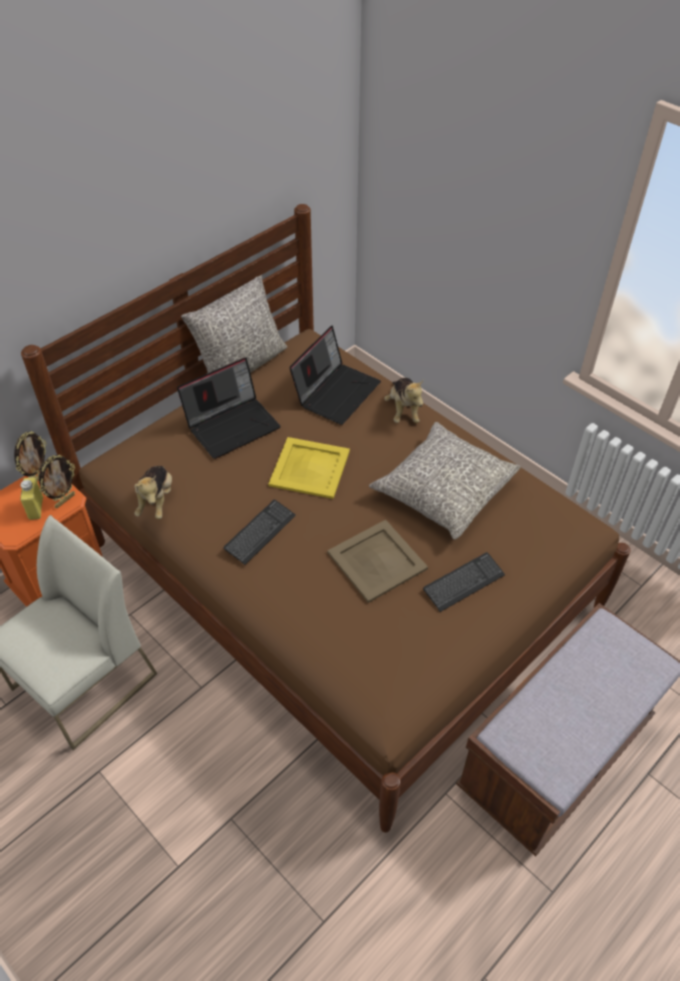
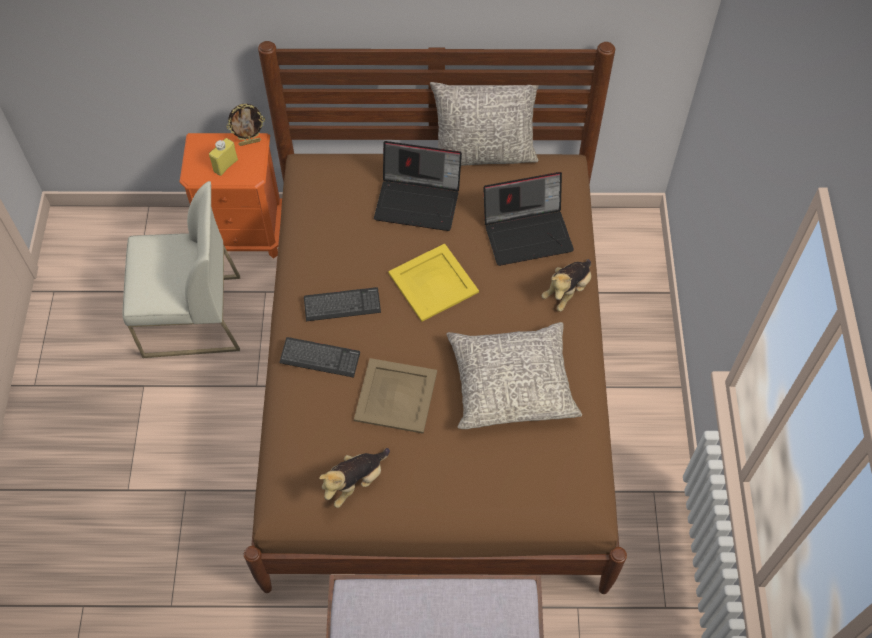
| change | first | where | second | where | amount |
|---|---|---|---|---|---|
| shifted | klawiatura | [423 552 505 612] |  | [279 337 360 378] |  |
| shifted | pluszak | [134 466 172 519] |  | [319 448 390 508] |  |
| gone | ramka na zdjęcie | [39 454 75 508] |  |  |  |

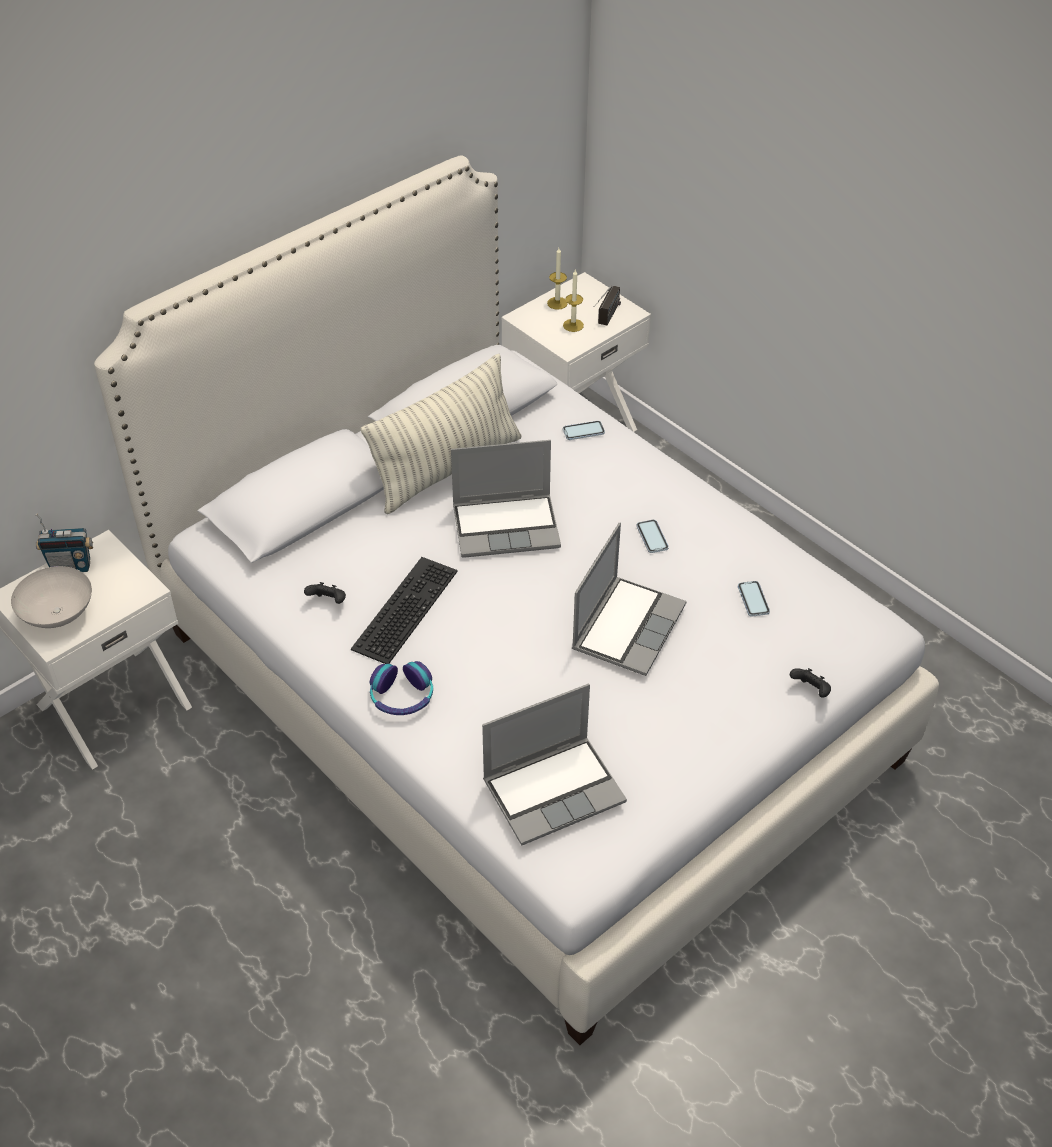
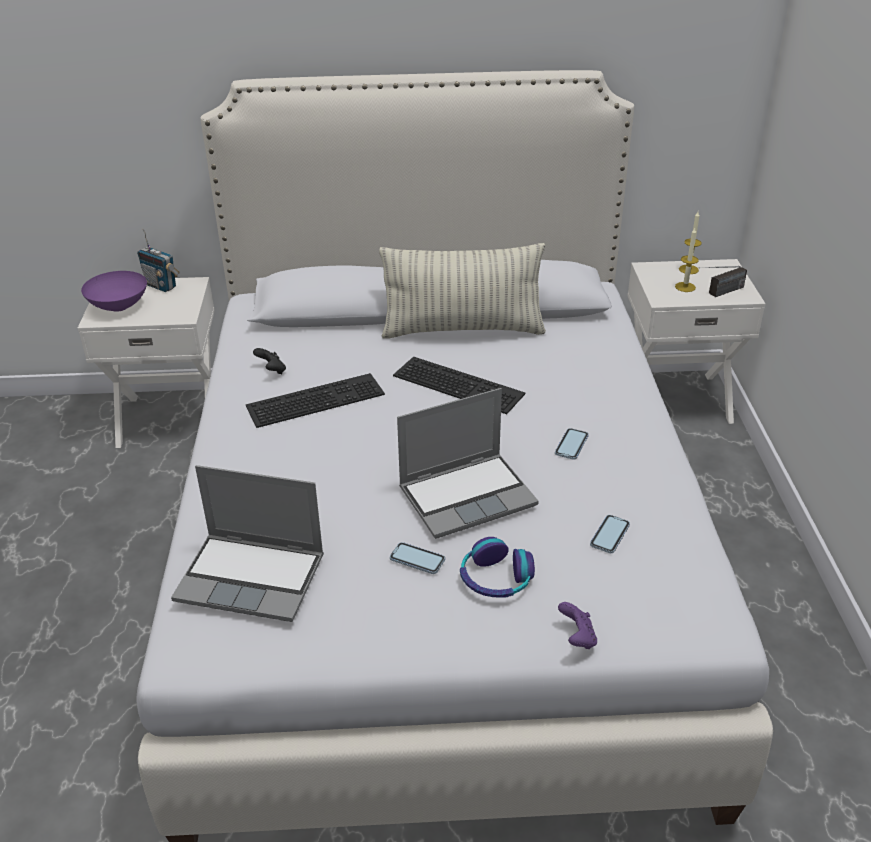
| change | first | where | second | where | amount |
|---|---|---|---|---|---|
| repainted | miska [biały] | [11 566 92 628] | miska [fioletowy] | [81 271 147 312] |  |
| shifted | telefon | [563 421 605 440] |  | [390 542 445 574] |  |
| swapped | laptop | [451 440 561 557] | klawiatura | [393 357 525 414] |  |
| shifted | słuchawki | [370 661 433 715] |  | [460 537 535 598] |  |
| repainted | pad do gier [czarny] | [790 668 831 697] | pad do gier [fioletowy] | [558 602 597 649] |  |

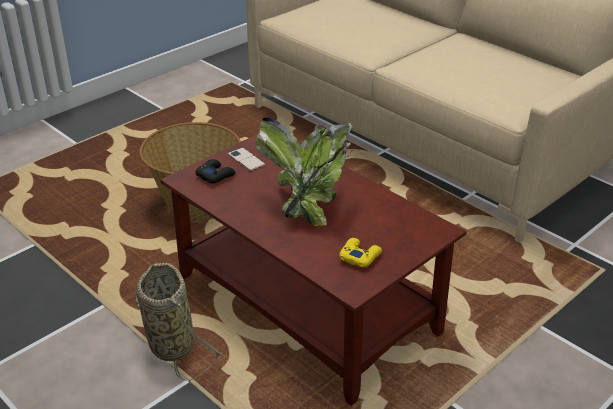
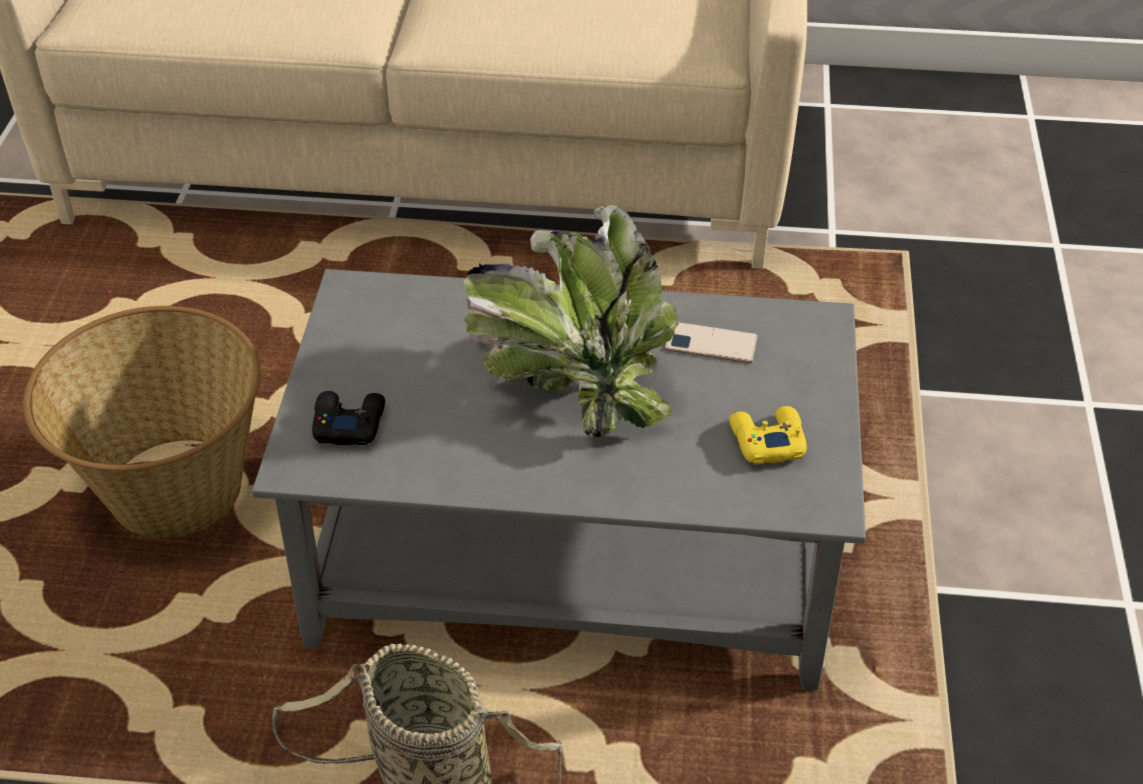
| change | first | where | second | where | amount |
|---|---|---|---|---|---|
| repainted | ława [brązowy] | [160 133 467 406] | ława [szary] | [252 269 866 691] |  |
| shifted | telefon | [228 147 265 171] |  | [664 322 757 363] |  |

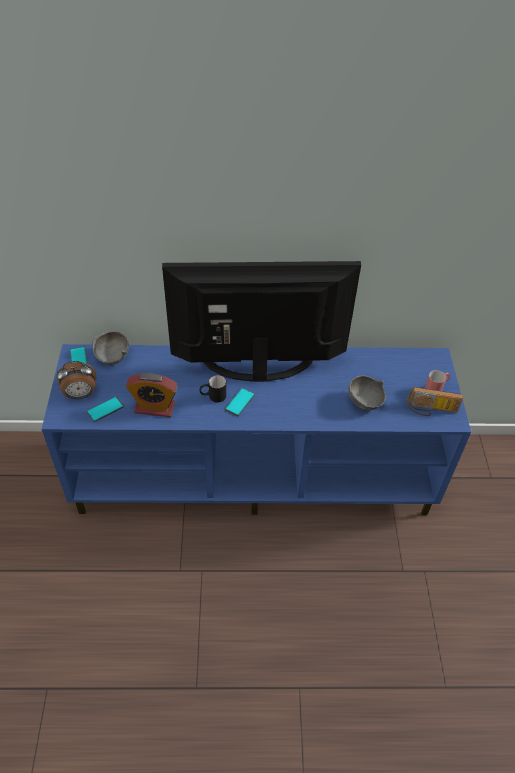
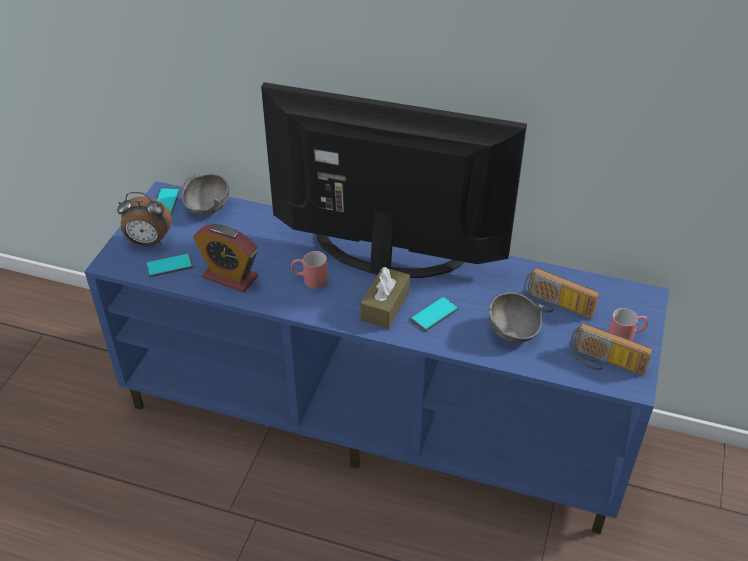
| change | first | where | second | where | amount |
|---|---|---|---|---|---|
| repainted | kubek [czarny] | [200 375 226 403] | kubek [czerwony] | [291 251 328 289] |  |
| new |  |  | pudełko chusteczek [brązowy] | [360 267 410 329] |  |
| shifted | telefon | [225 388 255 416] |  | [410 296 458 332] |  |
| new |  |  | radio | [524 268 599 318] |  |

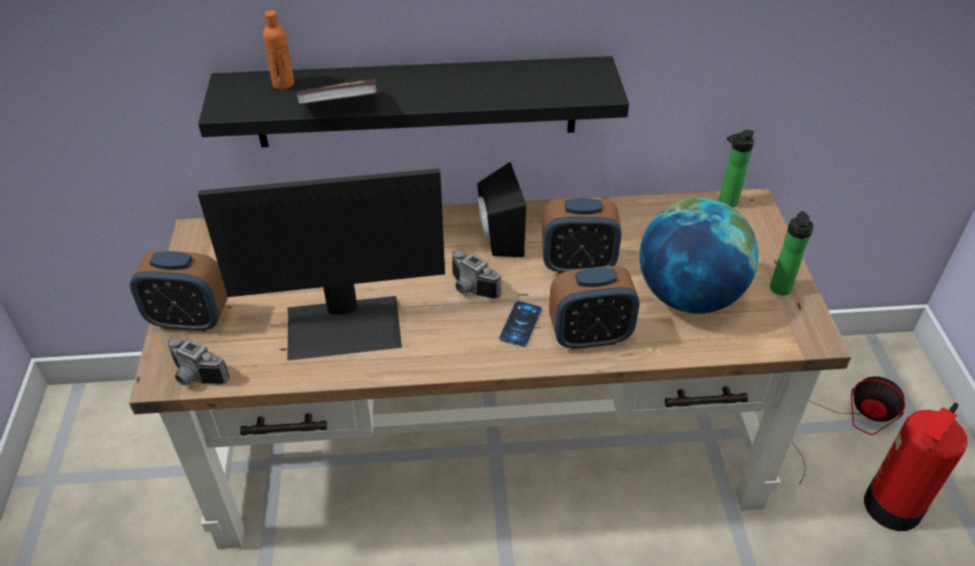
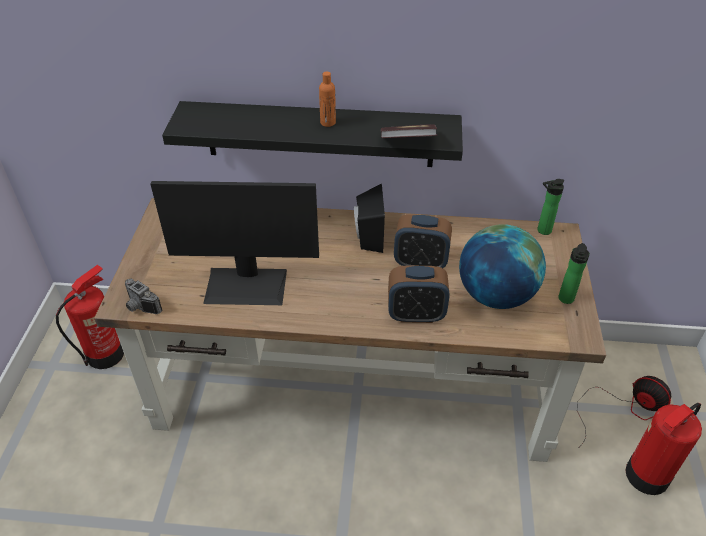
| change | first | where | second | where | amount |
|---|---|---|---|---|---|
| new |  |  | gaśnica | [56 265 124 369] |  |
| shifted | butelka [pomarańczowy] | [263 10 294 89] |  | [319 71 336 127] |  |
| shifted | książka | [296 79 378 105] |  | [381 124 437 138] |  |
| gone | budzik | [130 250 228 331] |  |  |  |
| gone | aparat fotograficzny | [452 250 501 299] |  |  |  |
| gone | telefon | [499 301 542 347] |  |  |  |

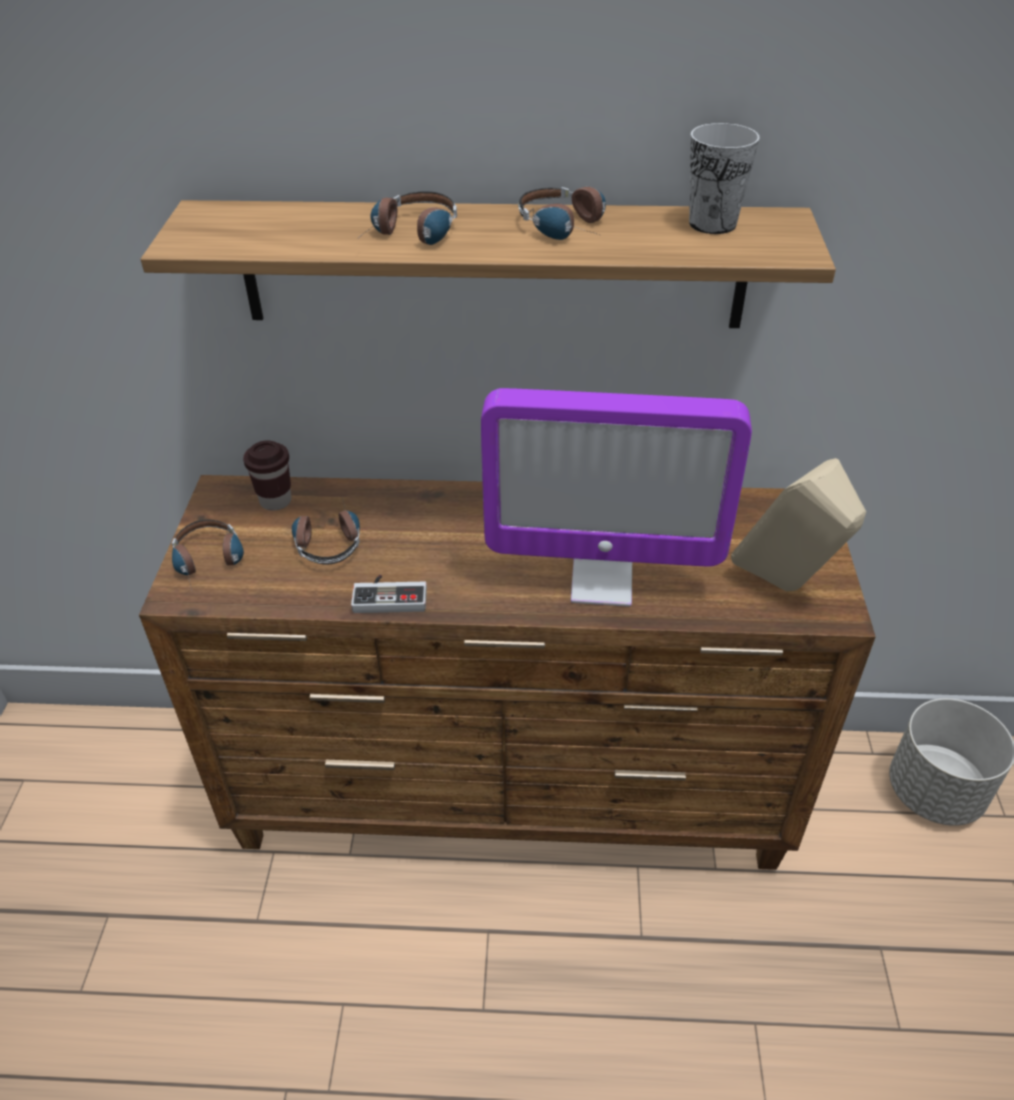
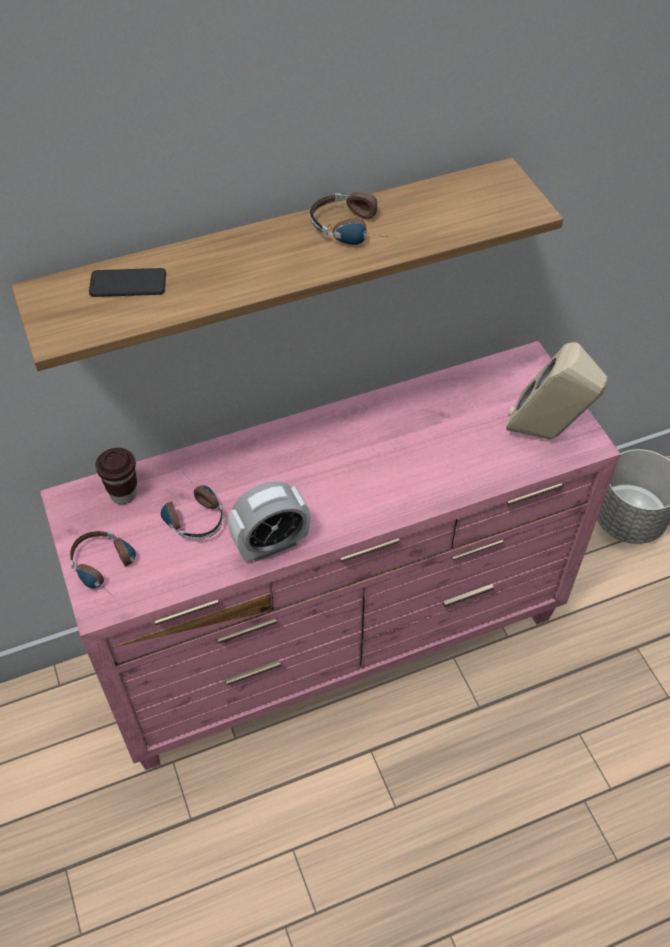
| change | first | where | second | where | amount |
|---|---|---|---|---|---|
| repainted | komoda [brązowy] | [139 475 876 870] | komoda [różowy] | [40 341 621 770] |  |
| new |  |  | telefon | [89 268 166 297] |  |
| swapped | pad do gier | [351 575 427 613] | budzik | [228 481 310 562] |  |
| gone | słuchawki | [357 191 457 245] |  |  |  |
| gone | monitor | [481 388 752 607] |  |  |  |
| gone | filiżanka | [689 123 760 234] |  |  |  |

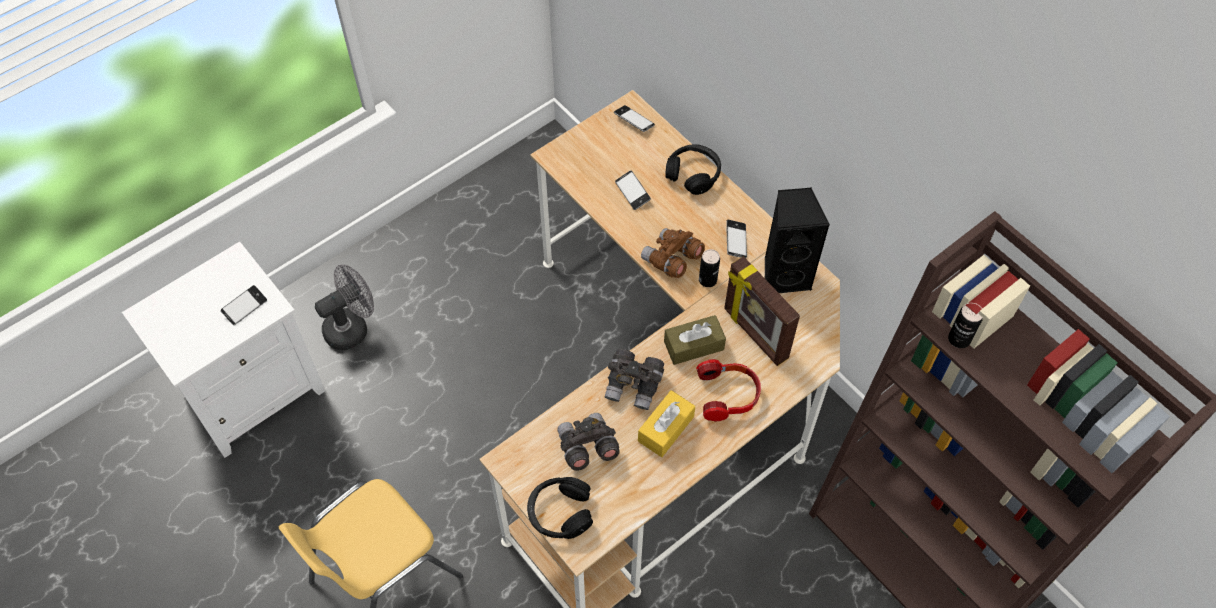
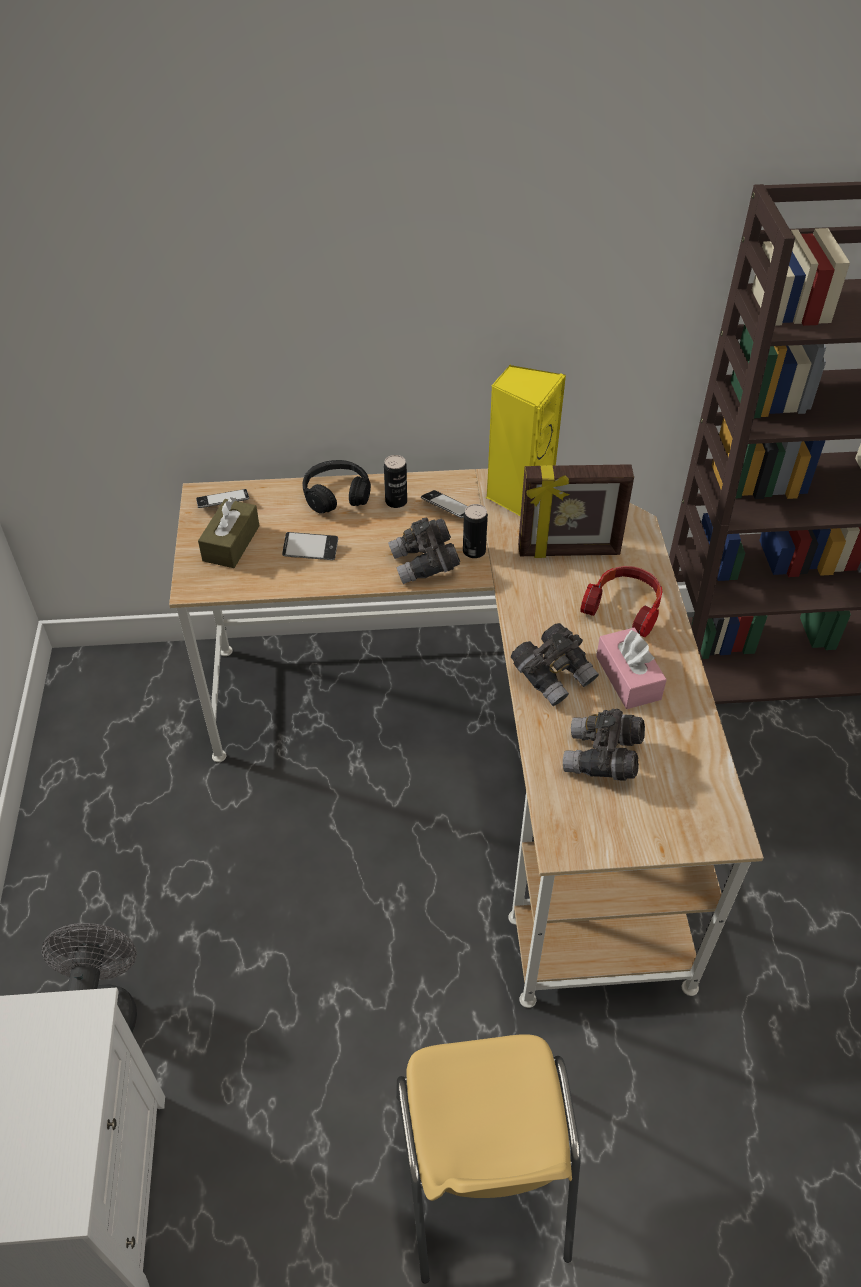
| change | first | where | second | where | amount |
|---|---|---|---|---|---|
| shifted | pudełko chusteczek [brązowy] | [664 315 726 365] |  | [198 497 260 568] |  |
| shifted | puszka | [948 303 983 348] |  | [384 455 407 508] |  |
| repainted | lornetka [brązowy] | [641 228 705 278] | lornetka [szary] | [388 518 460 584] |  |
| repainted | głośnik [czarny] | [765 187 830 293] | głośnik [żółty] | [486 365 566 516] |  |
| repainted | pudełko chusteczek [żółty] | [638 390 695 457] | pudełko chusteczek [różowy] | [596 628 667 709] |  |
| gone | telefon | [221 285 267 325] |  |  |  |
| gone | słuchawki [czarny] | [527 477 593 539] |  |  |  |

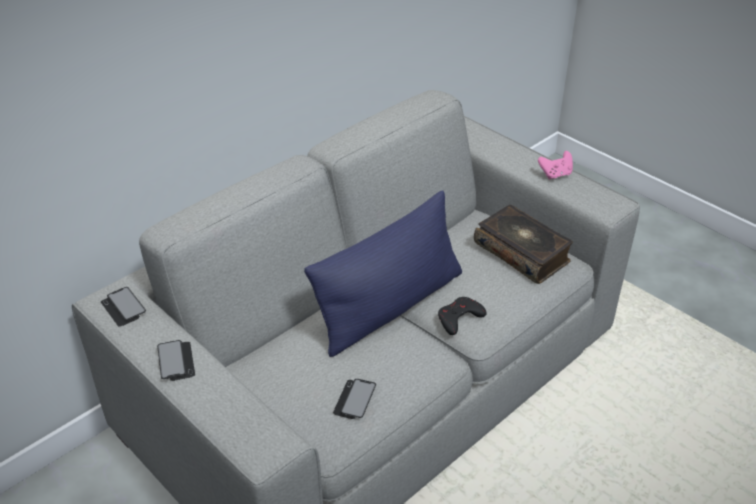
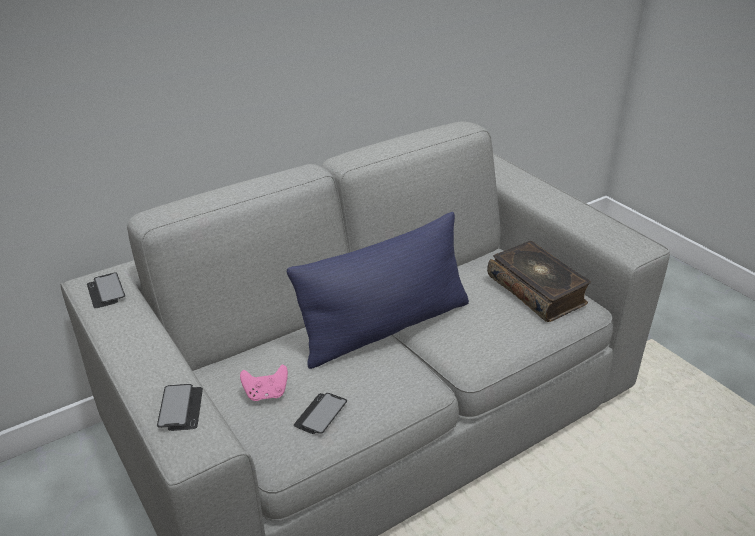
| change | first | where | second | where | amount |
|---|---|---|---|---|---|
| shifted | telefon | [157 340 195 381] |  | [157 384 203 431] |  |
| shifted | pad do gier [różowy] | [538 151 573 180] |  | [240 365 288 401] |  |
| gone | pad do gier [czarny] | [438 297 487 335] |  |  |  |

